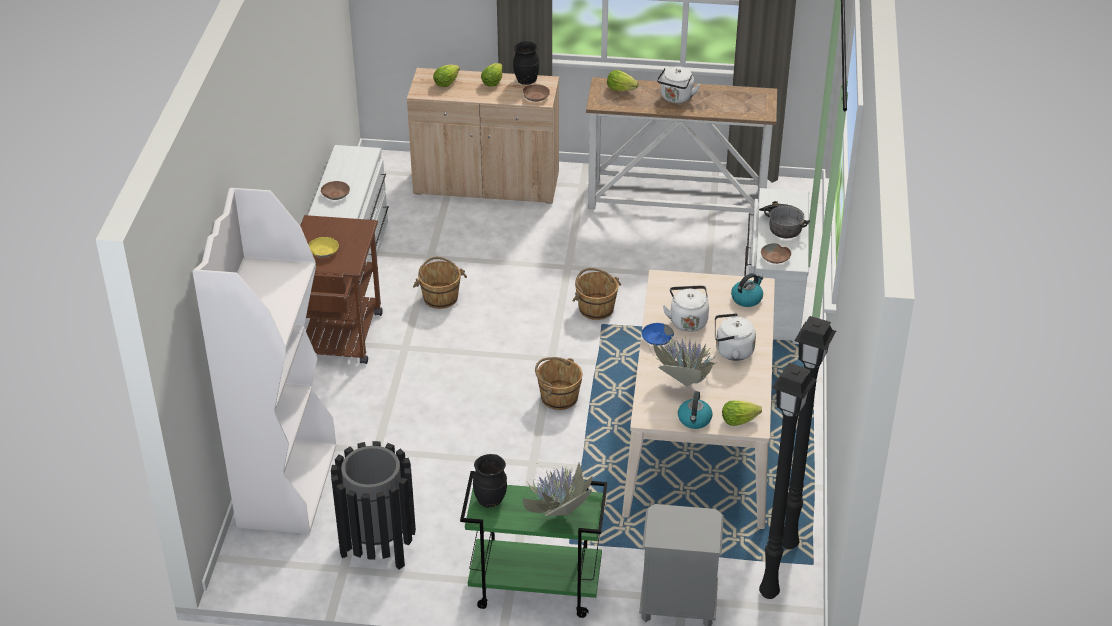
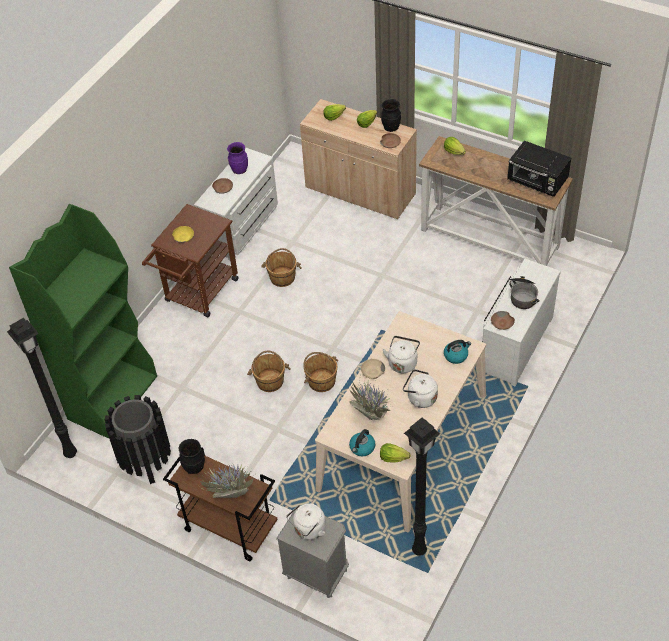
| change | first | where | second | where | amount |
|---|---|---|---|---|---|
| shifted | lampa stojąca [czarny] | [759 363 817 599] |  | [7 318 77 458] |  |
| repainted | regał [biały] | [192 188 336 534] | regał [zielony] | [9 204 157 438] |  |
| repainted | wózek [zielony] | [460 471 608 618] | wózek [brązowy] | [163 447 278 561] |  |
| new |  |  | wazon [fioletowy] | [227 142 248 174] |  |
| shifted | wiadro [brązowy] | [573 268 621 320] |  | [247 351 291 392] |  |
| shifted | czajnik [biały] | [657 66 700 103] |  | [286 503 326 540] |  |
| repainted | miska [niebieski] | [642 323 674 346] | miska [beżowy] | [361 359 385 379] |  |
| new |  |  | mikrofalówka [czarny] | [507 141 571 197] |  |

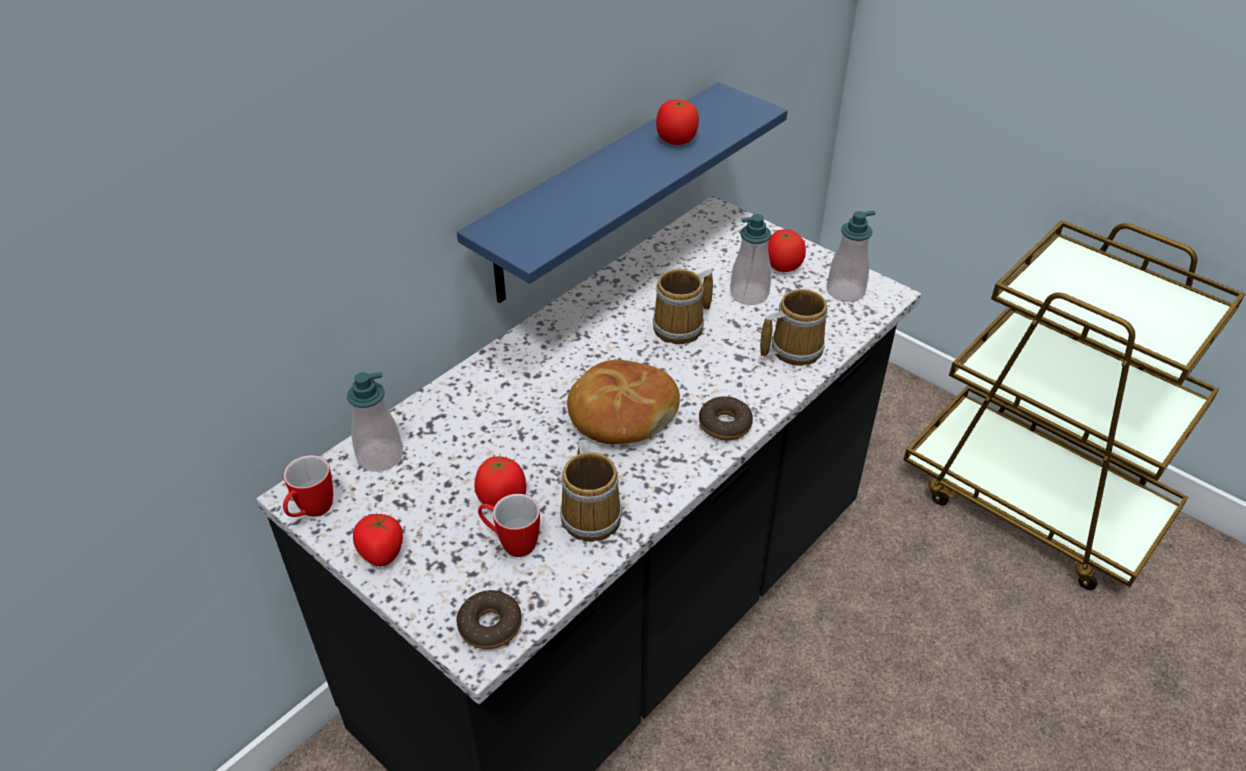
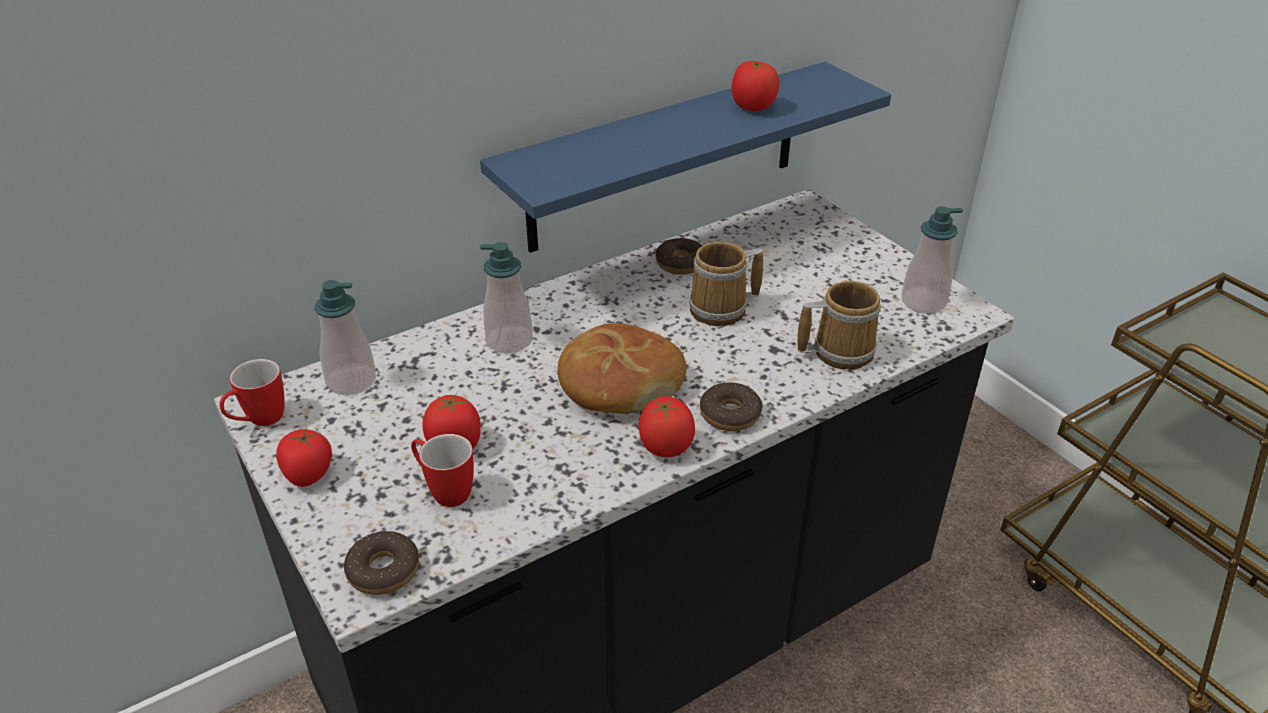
| change | first | where | second | where | amount |
|---|---|---|---|---|---|
| shifted | dozownik mydła | [730 214 771 305] |  | [480 242 533 354] |  |
| shifted | pomidor | [768 229 806 272] |  | [639 396 695 457] |  |
| new |  |  | donut | [656 237 702 275] |  |
| gone | kubek | [560 440 622 542] |  |  |  |

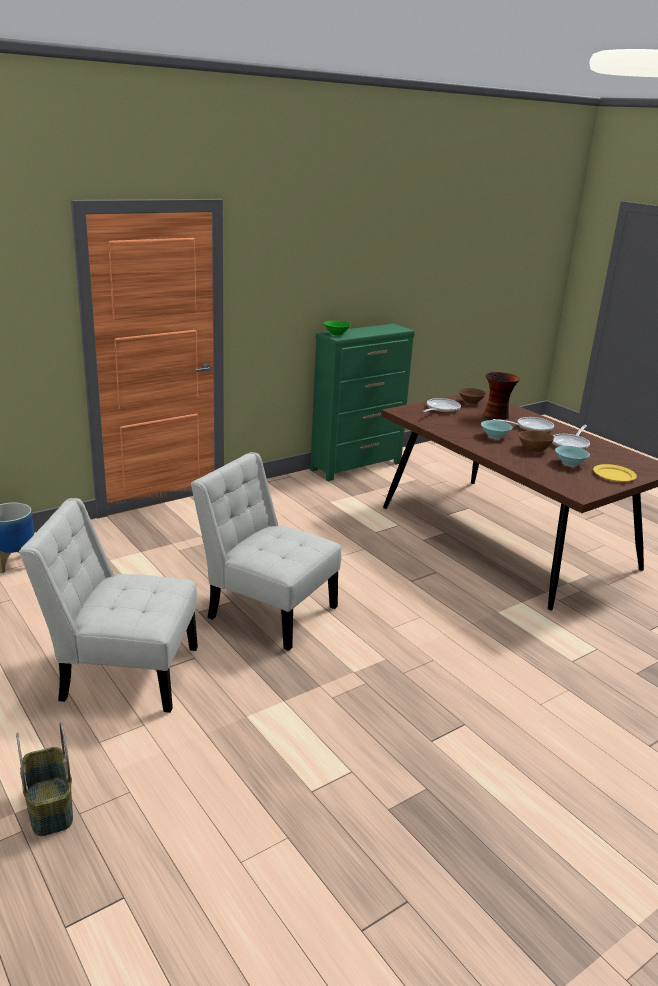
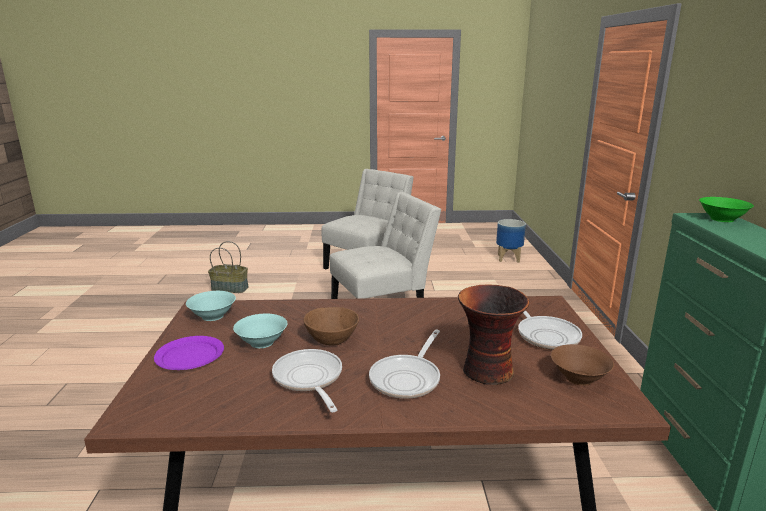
| change | first | where | second | where | amount |
|---|---|---|---|---|---|
| repainted | talerz [żółty] | [593 464 637 482] | talerz [fioletowy] | [154 336 224 370] |  |
| shifted | miska [turkusowy] | [481 420 513 439] |  | [186 291 236 321] |  |
| shifted | koszyk | [16 723 73 836] |  | [208 241 248 293] |  |

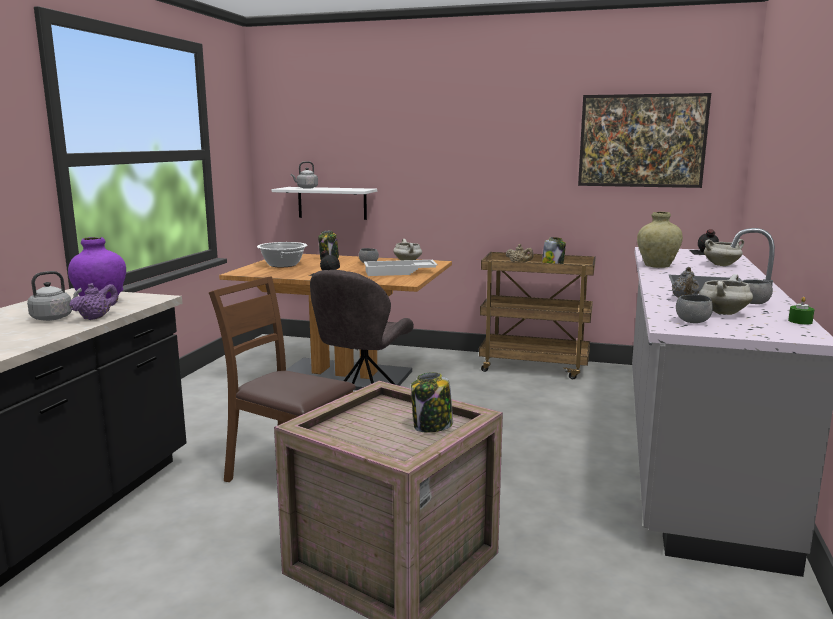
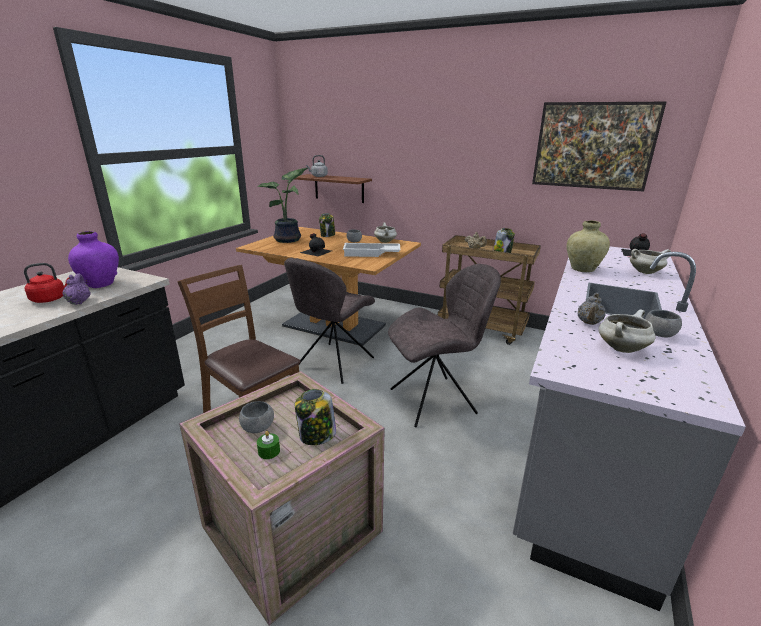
| change | first | where | second | where | amount |
|---|---|---|---|---|---|
| repainted | czajnik [szary] | [27 271 82 321] | czajnik [czerwony] | [24 263 69 303] |  |
| rotated | imbryk [fioletowy] | [69 283 118 320] |  | [62 273 91 305] | 60 degrees counterclockwise |
| shifted | miska [szary] | [676 295 713 323] |  | [239 401 274 433] |  |
| swapped | garnek | [257 242 307 267] | roślina doniczkowa | [257 168 308 243] |  |
| shifted | świeca [zielony] | [788 297 815 325] |  | [257 431 280 459] |  |
| repainted | półka [biały] | [272 187 377 220] | półka [brązowy] | [295 174 372 203] |  |
| new |  |  | krzesło [szary] | [388 264 501 427] |  |

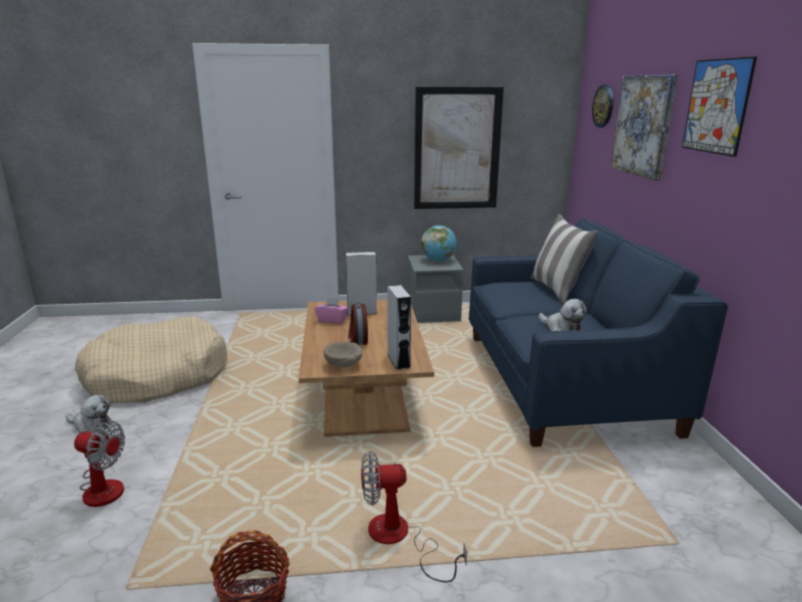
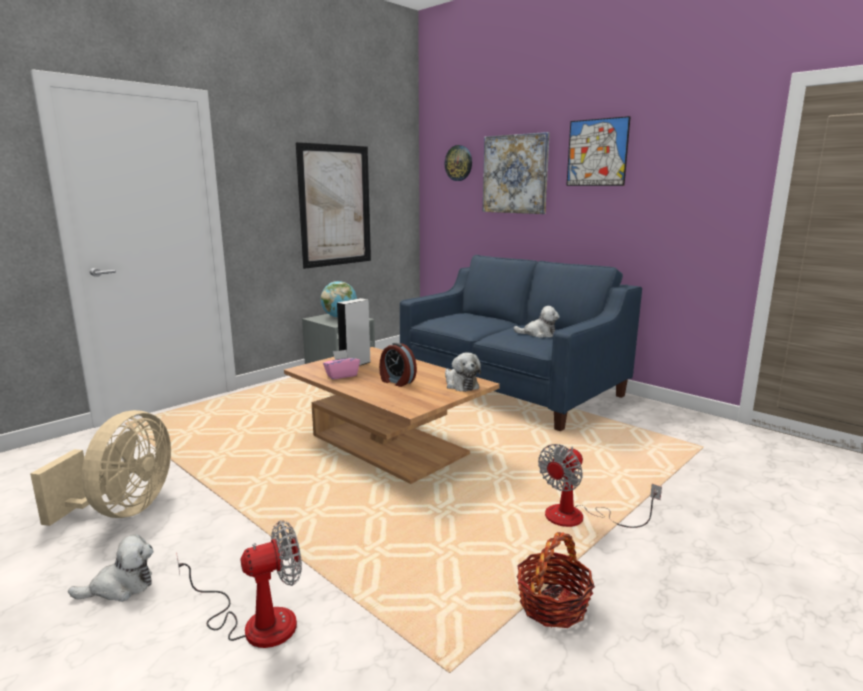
| change | first | where | second | where | amount |
|---|---|---|---|---|---|
| swapped | legowisko [beżowy] | [75 316 227 403] | wentylator [beżowy] | [30 410 171 526] |  |
| swapped | głośnik [szary] | [387 285 411 370] | pluszak | [445 353 481 392] |  |
| gone | miska [beżowy] | [324 342 362 367] |  |  |  |
| gone | poduszka | [531 214 598 304] |  |  |  |

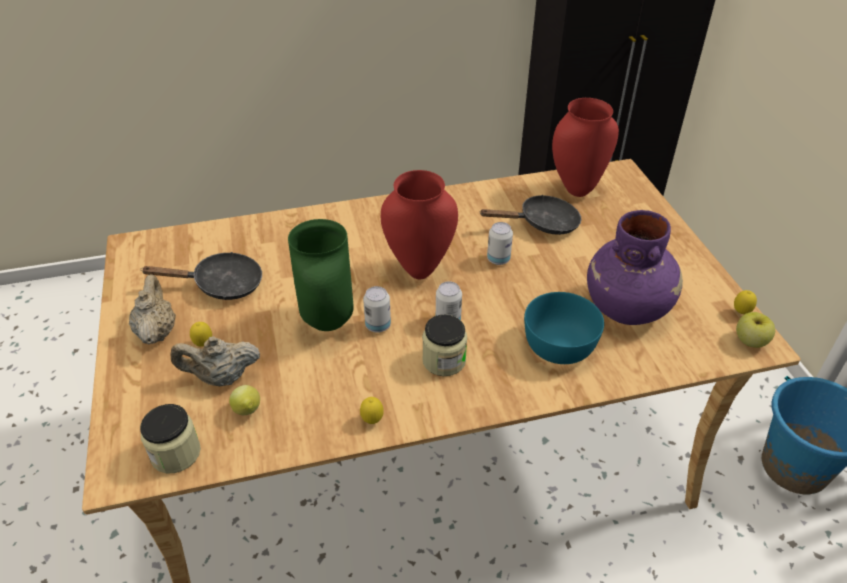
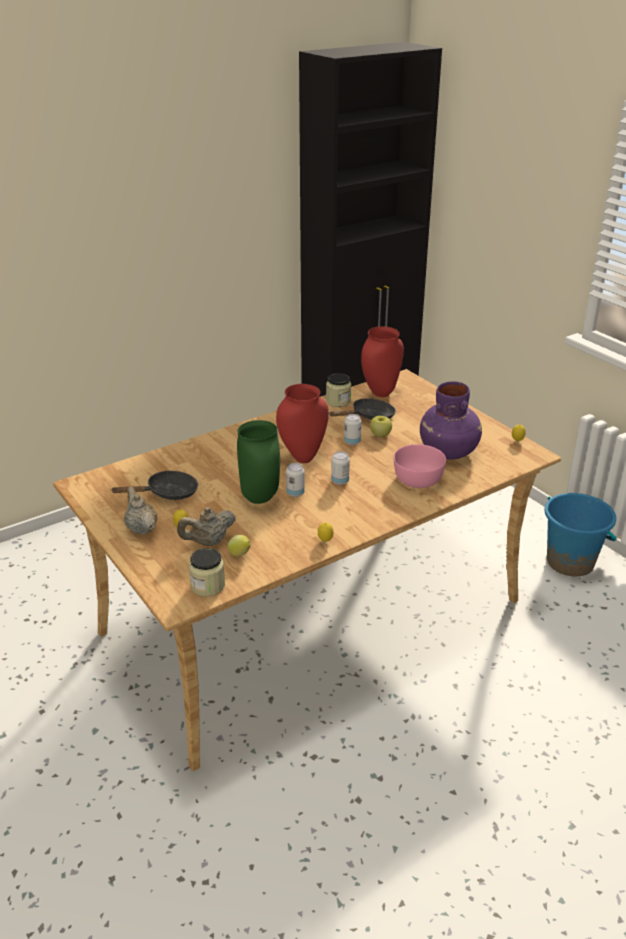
| change | first | where | second | where | amount |
|---|---|---|---|---|---|
| shifted | słoik | [422 314 467 376] |  | [326 373 351 407] |  |
| shifted | jabłko | [736 312 775 348] |  | [370 416 392 437] |  |
| repainted | miska [turkusowy] | [524 292 604 364] | miska [różowy] | [394 444 446 488] |  |

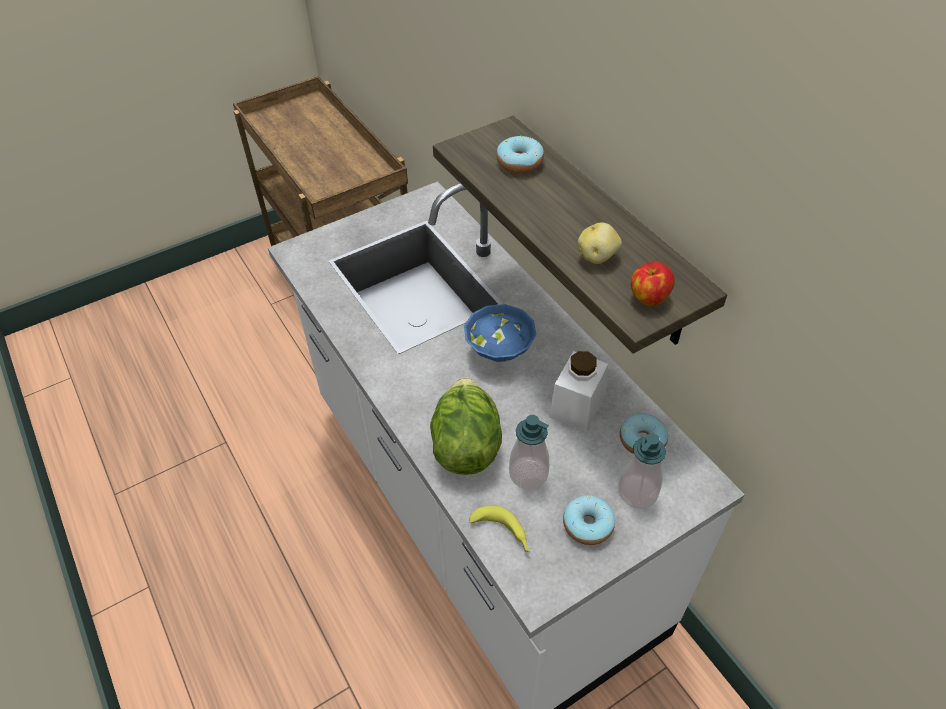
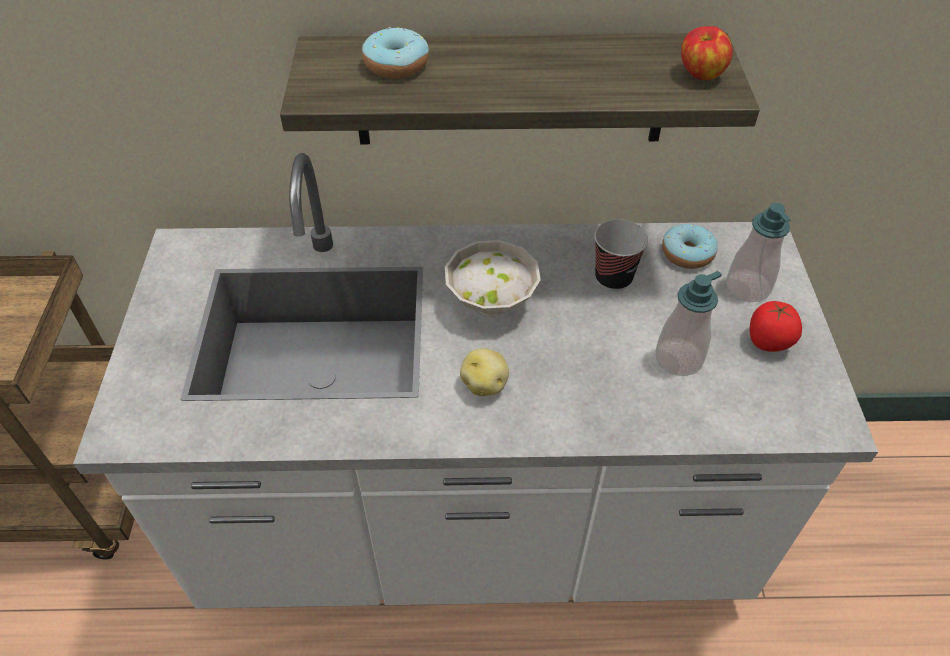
| change | first | where | second | where | amount |
|---|---|---|---|---|---|
| repainted | miska [niebieski] | [464 304 537 362] | miska [biały] | [445 240 541 316] |  |
| shifted | ziemniak | [577 223 622 264] |  | [460 348 509 396] |  |
| swapped | słoik [biały] | [549 351 608 432] | filiżanka | [594 219 648 291] |  |
| swapped | donut | [563 495 615 545] | pomidor | [750 301 802 352] |  |
| gone | sałata | [430 377 502 475] |  |  |  |
| gone | banan | [469 505 530 552] |  |  |  |

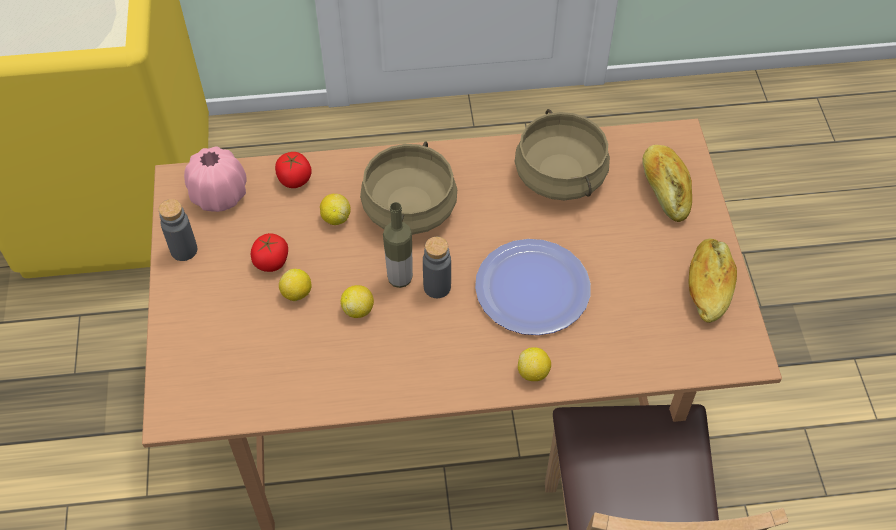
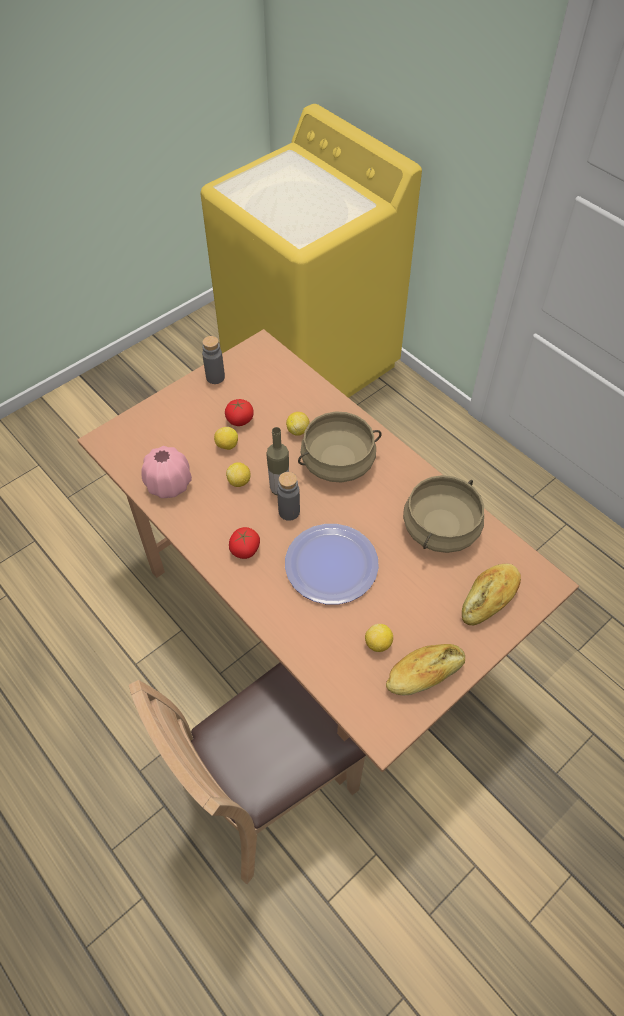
| change | first | where | second | where | amount |
|---|---|---|---|---|---|
| shifted | wazon [różowy] | [184 146 247 212] |  | [141 446 192 498] |  |
| shifted | pomidor | [275 152 312 188] |  | [229 527 260 559] |  |
| shifted | cytryna | [518 347 551 381] |  | [365 624 393 652] |  |

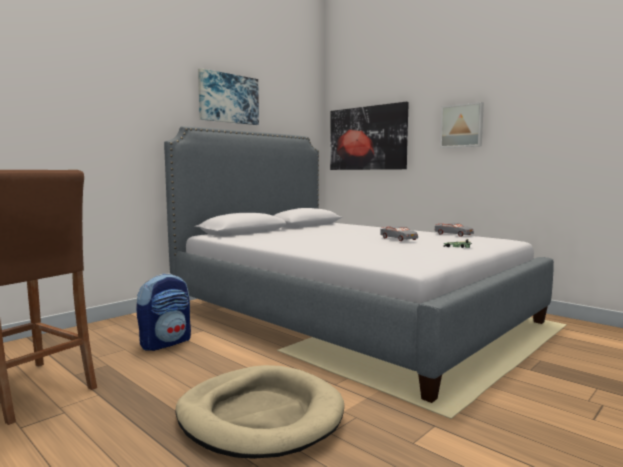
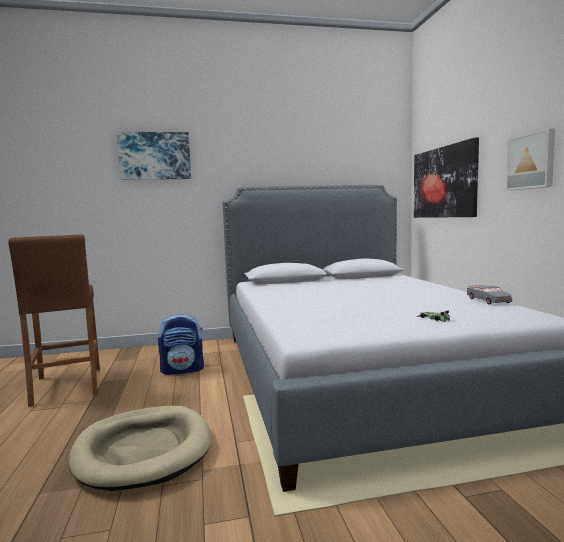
| change | first | where | second | where | amount |
|---|---|---|---|---|---|
| shifted | obraz | [198 68 259 125] |  | [117 132 191 180] |  |
| gone | samochodzik [szary] | [380 226 418 241] |  |  |  |

